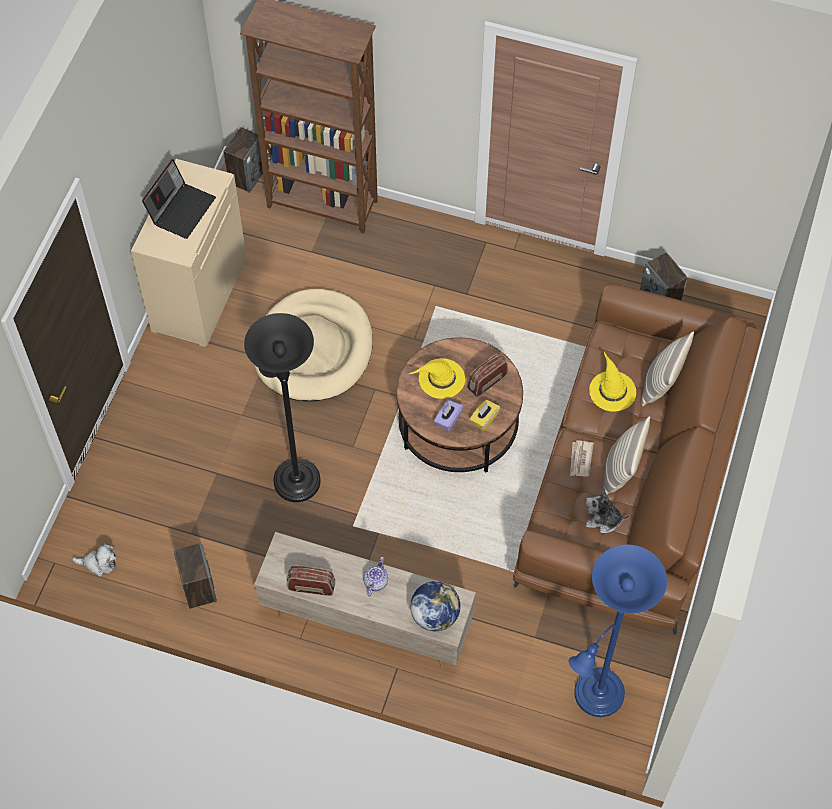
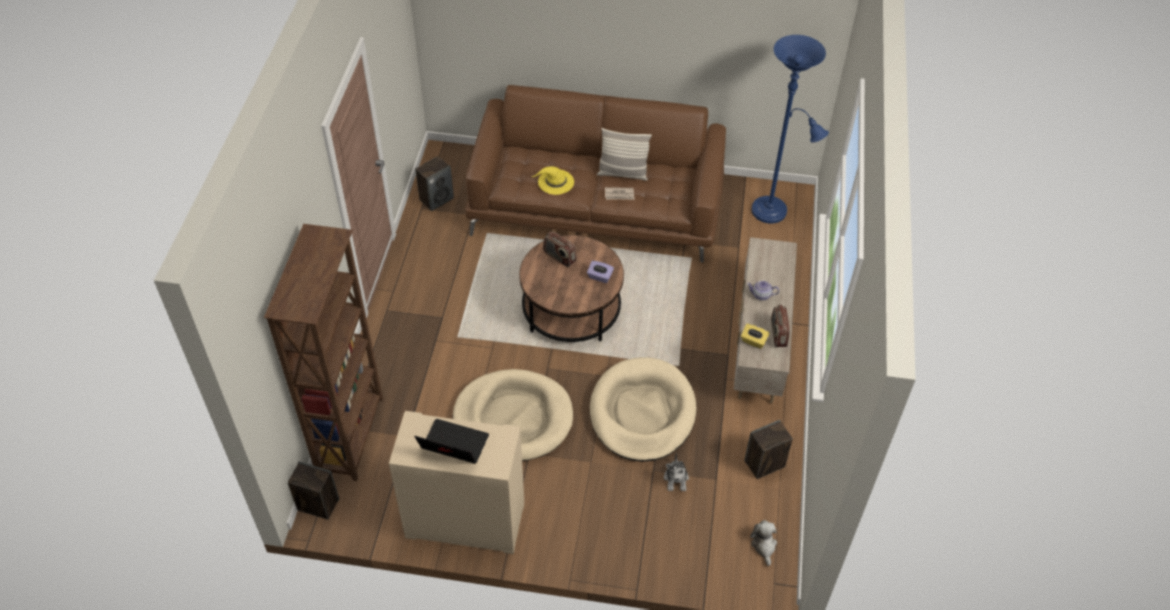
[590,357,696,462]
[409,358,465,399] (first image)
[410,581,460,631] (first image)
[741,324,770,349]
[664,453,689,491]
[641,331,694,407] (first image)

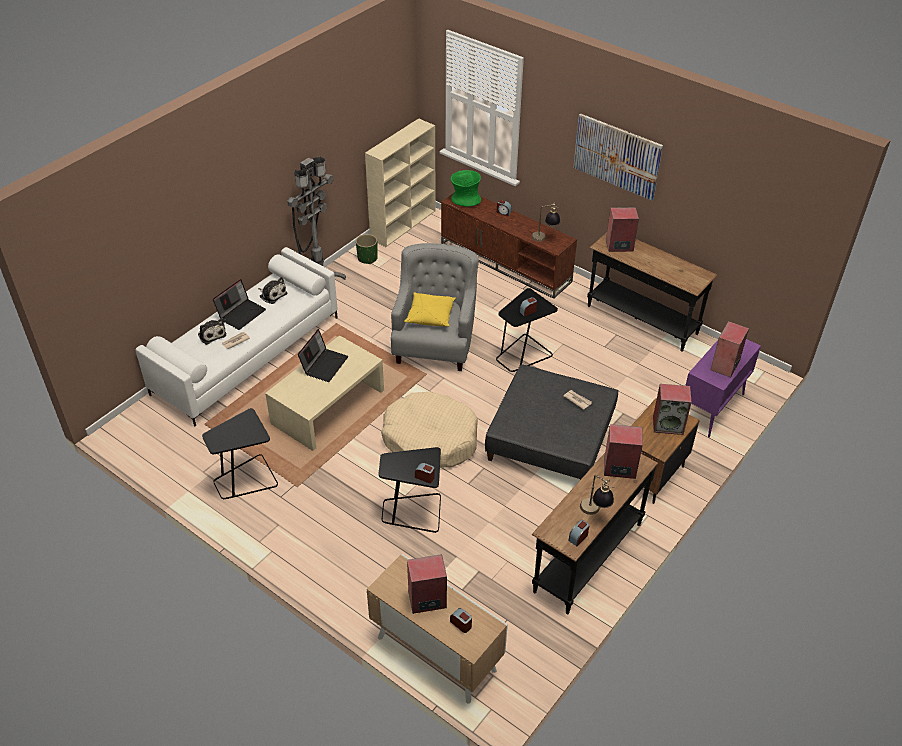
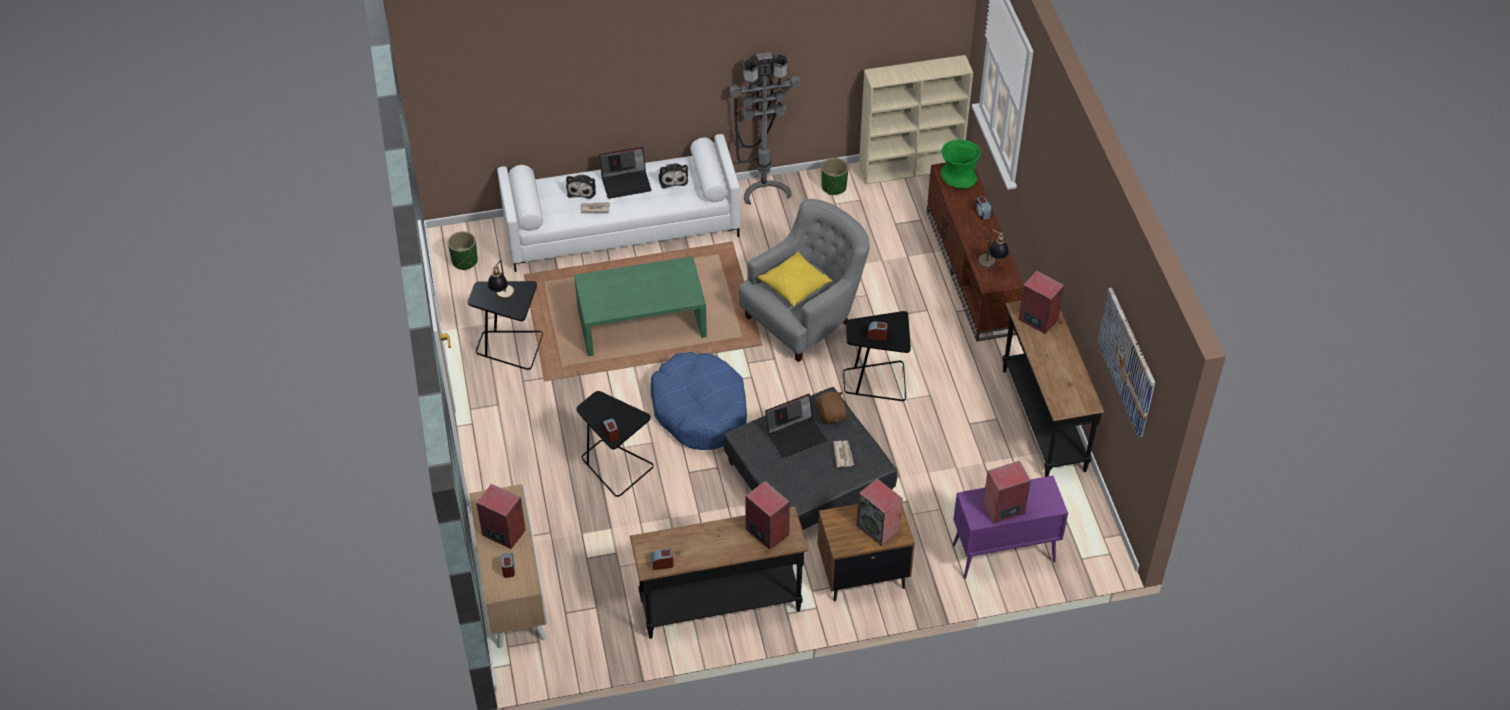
[574,256,707,356]
[765,394,827,457]
[651,352,747,450]
[1097,288,1155,437]
[488,260,515,300]
[448,231,478,270]
[815,391,847,424]

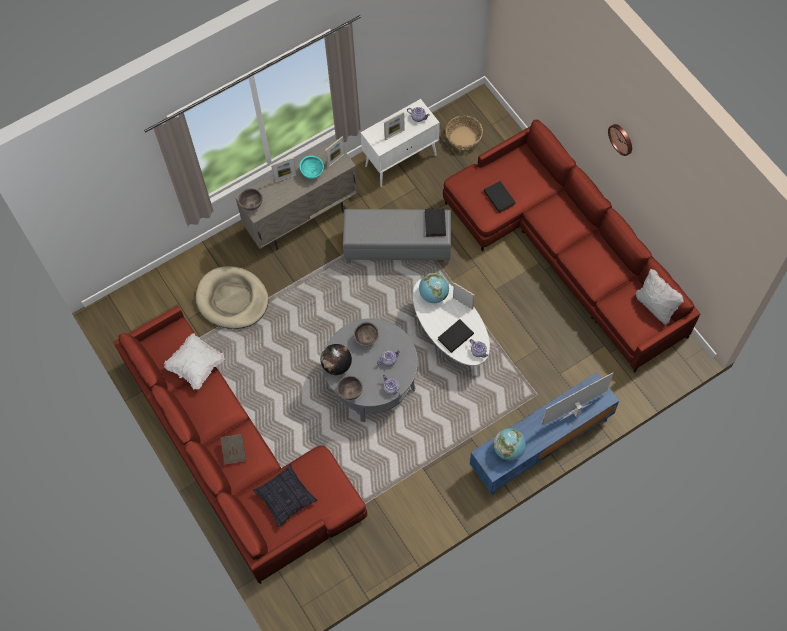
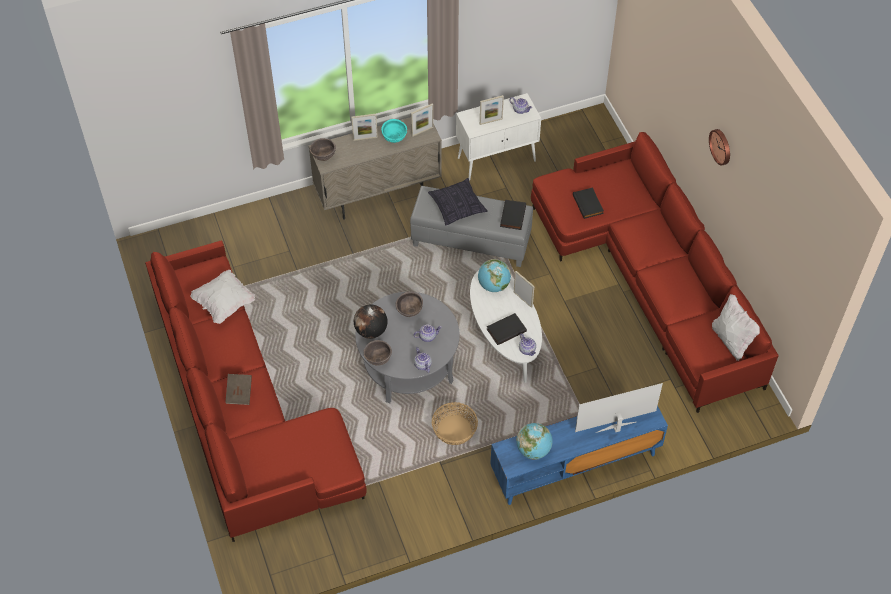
[196,266,269,329] (first image)
[428,178,488,225]
[432,402,478,445]

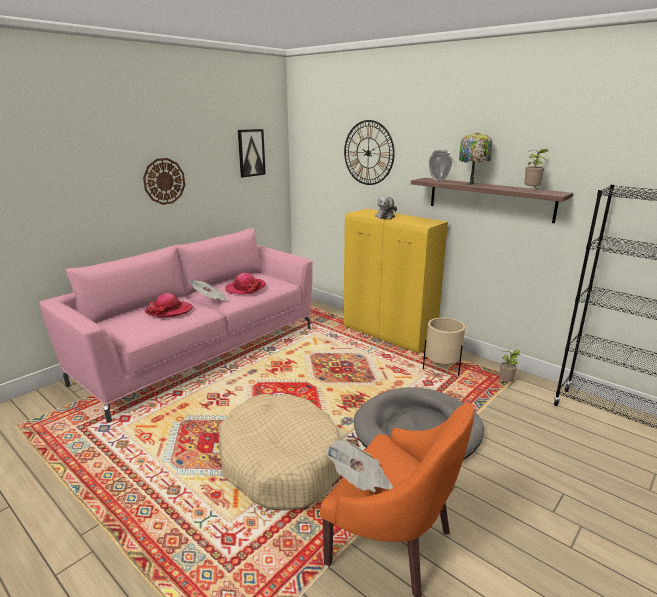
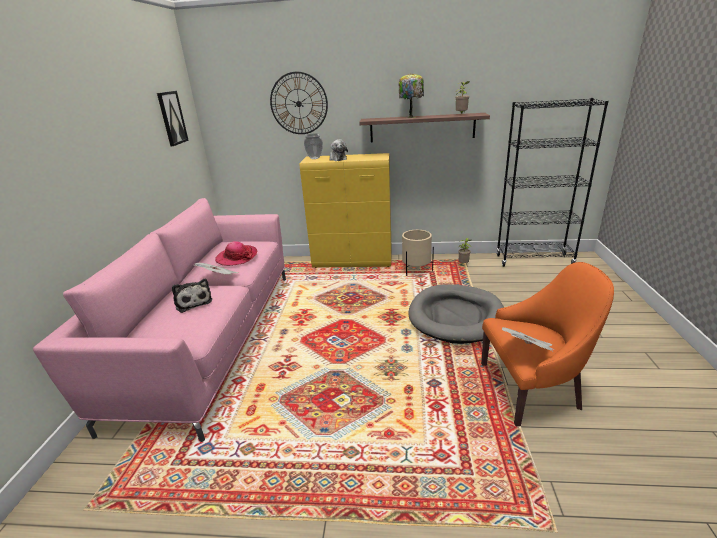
[143,158,185,205] (first image)
[172,279,213,313]
[219,394,341,510] (first image)
[304,134,323,159]

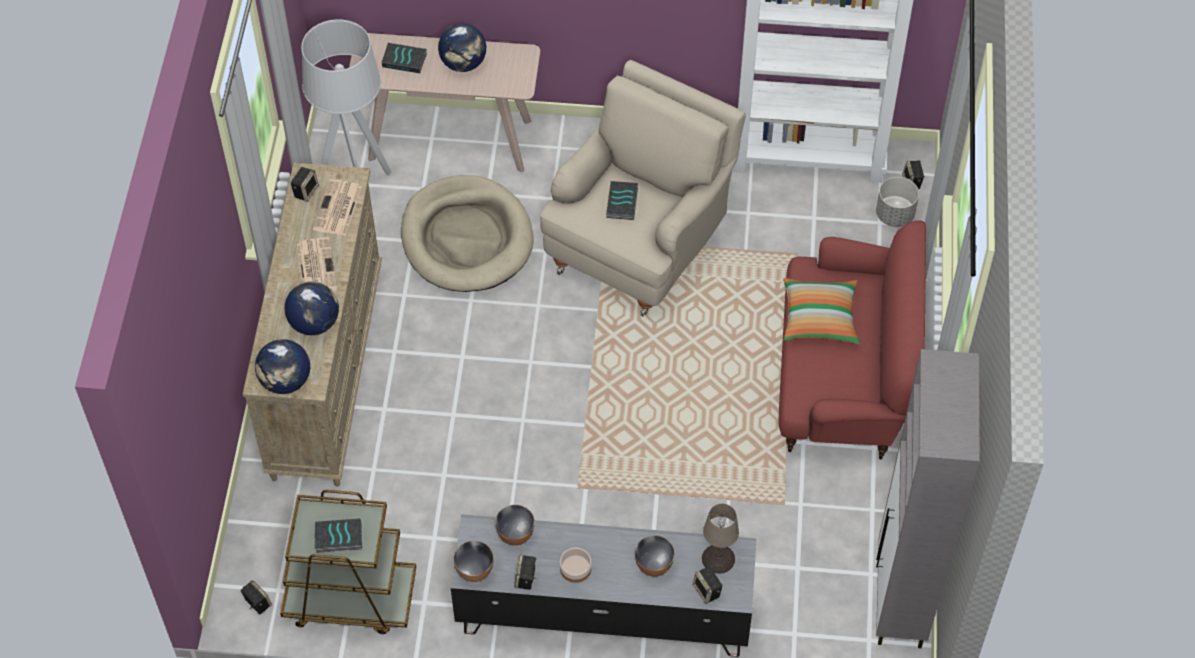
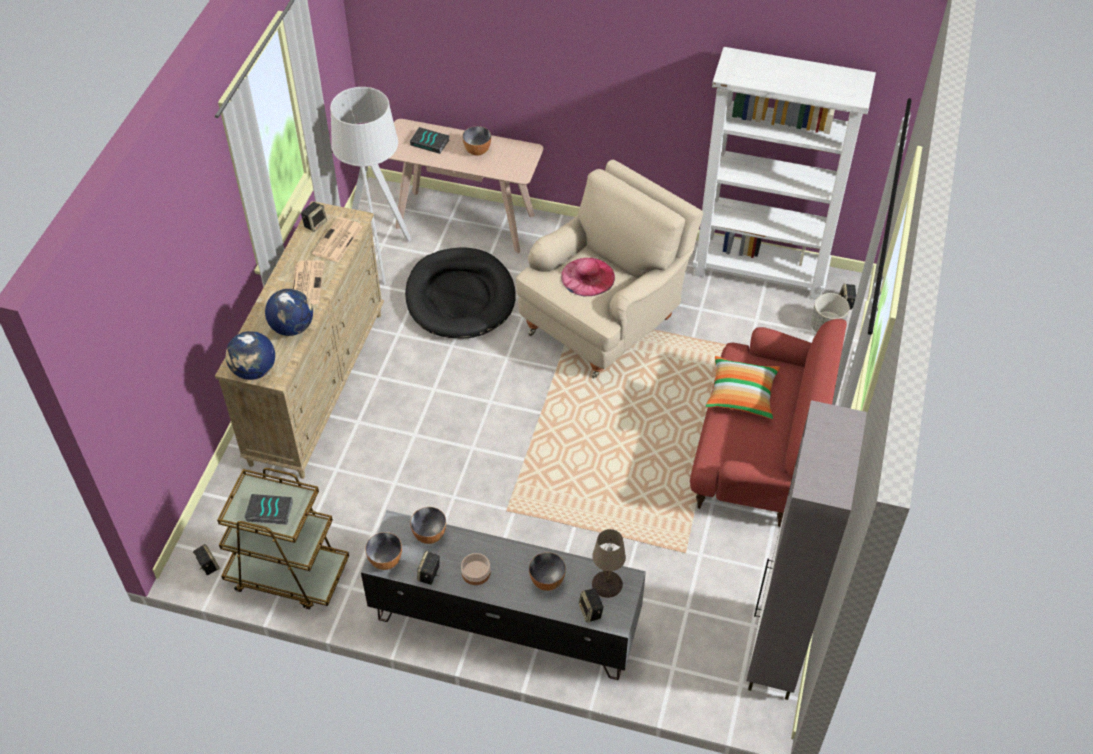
[405,248,516,339]
[462,126,491,156]
[561,258,615,297]

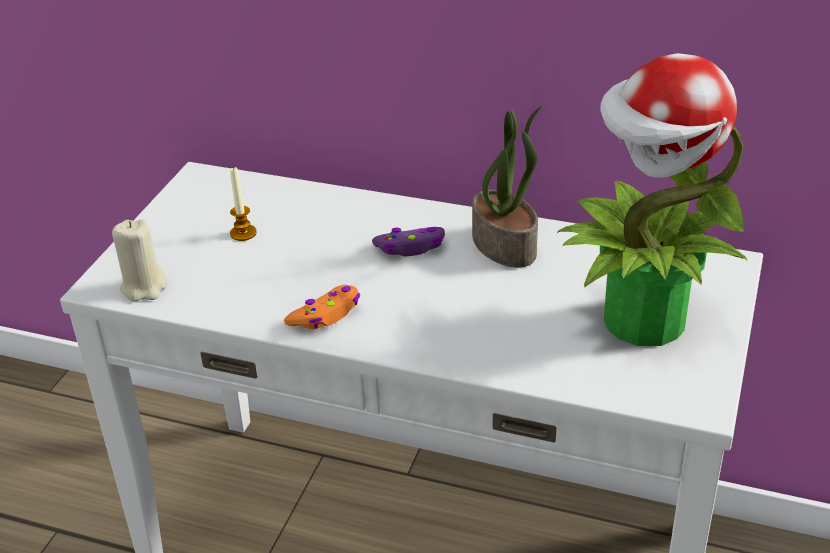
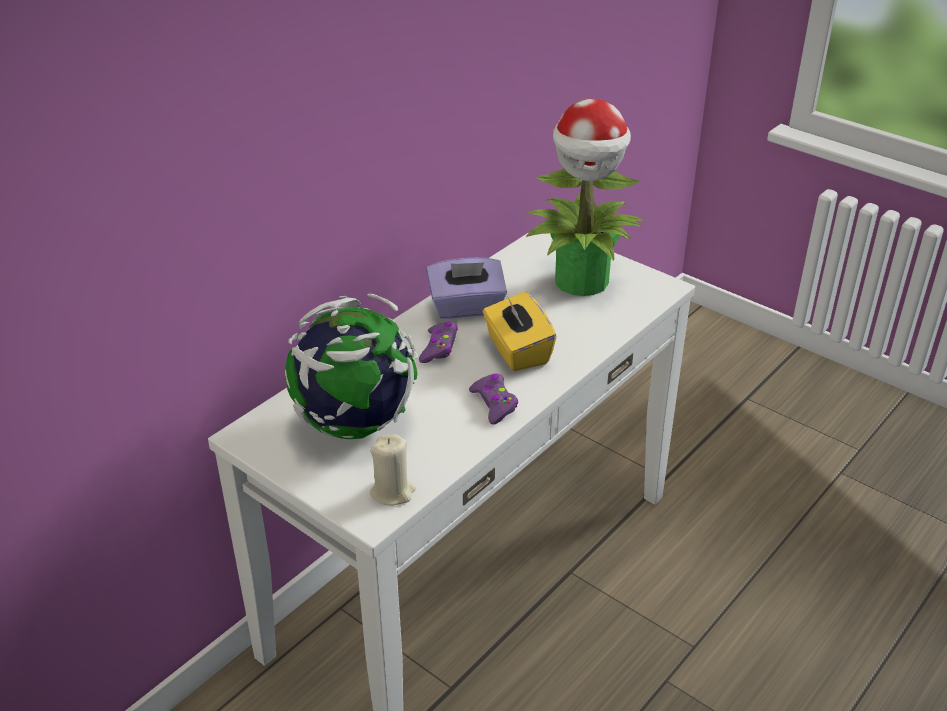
[285,294,418,439]
[469,374,518,425]
[426,258,507,319]
[483,292,557,371]

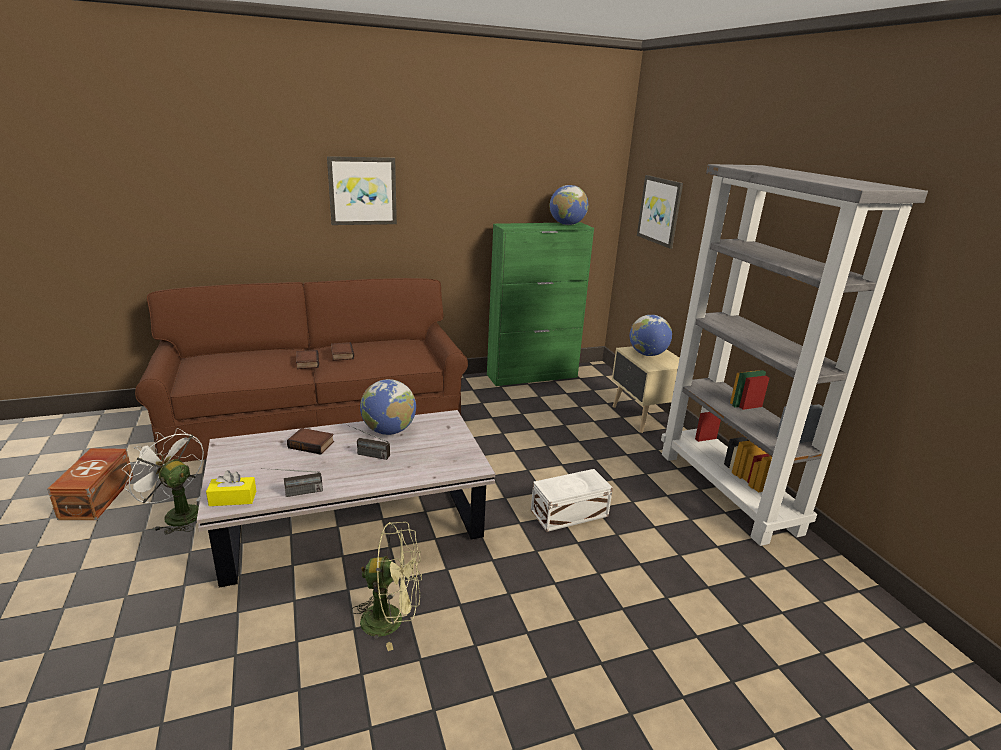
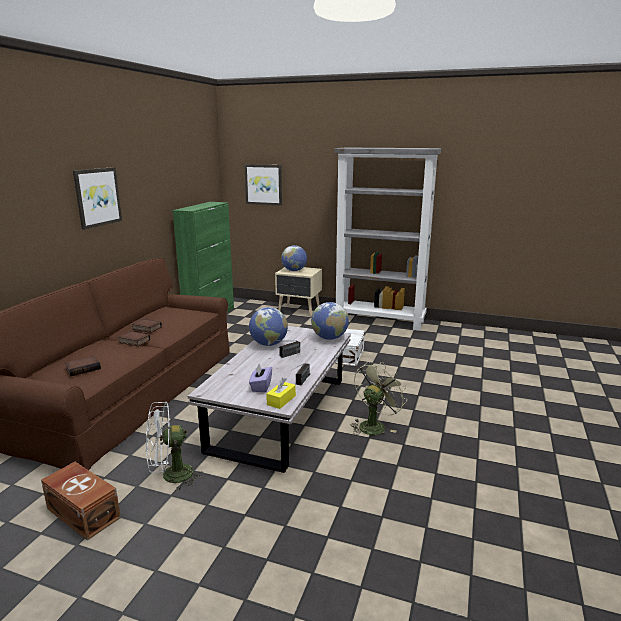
[65,356,101,376]
[311,302,349,340]
[249,364,272,392]

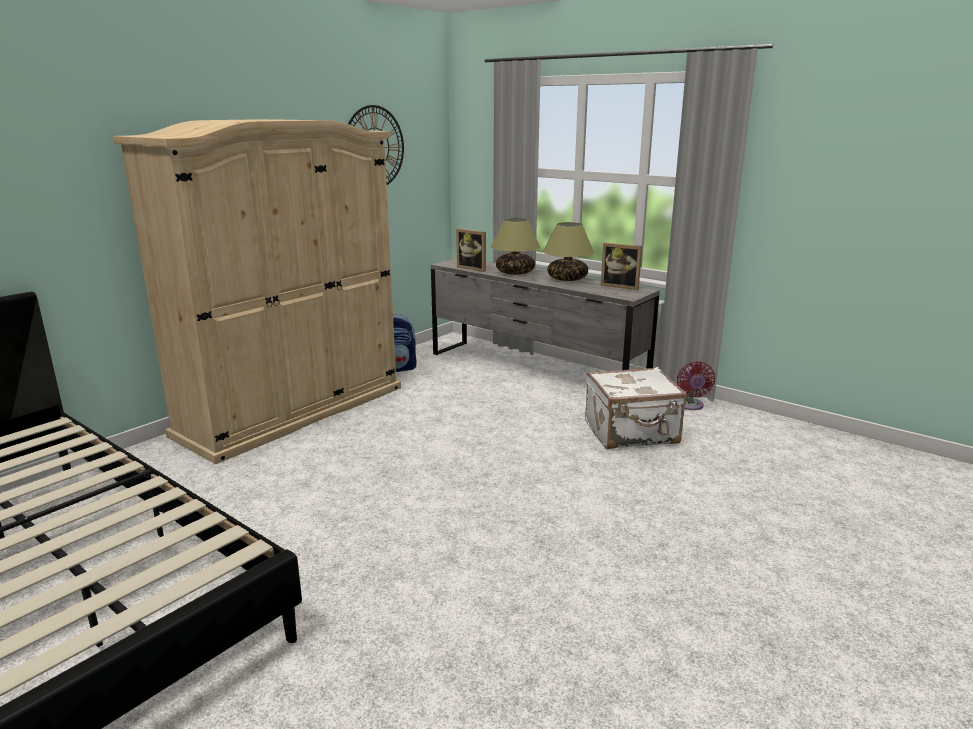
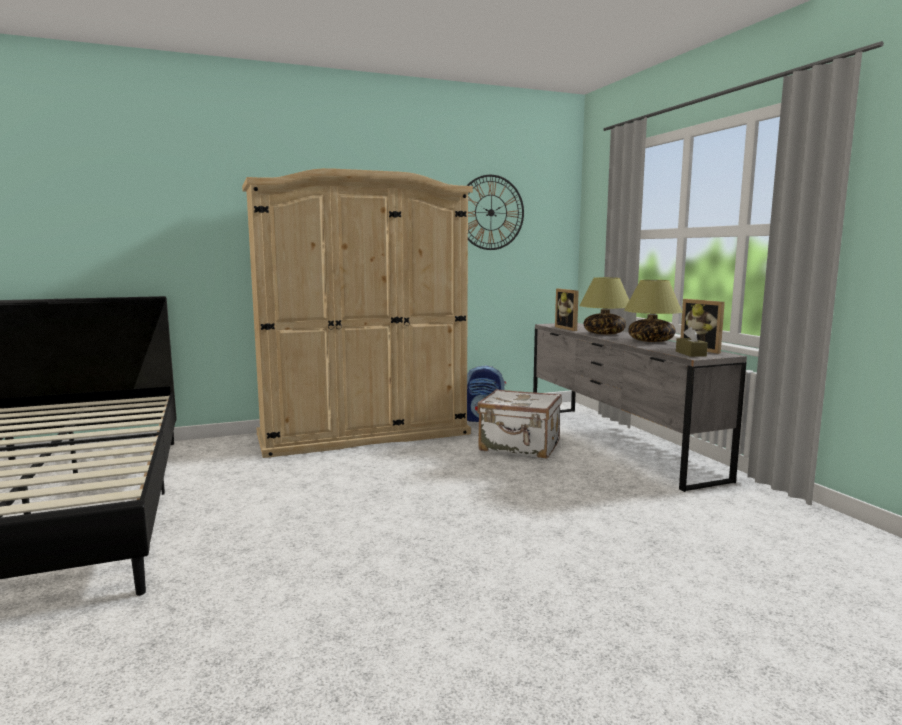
[477,389,562,459]
[677,362,715,410] (first image)
[676,327,708,357]

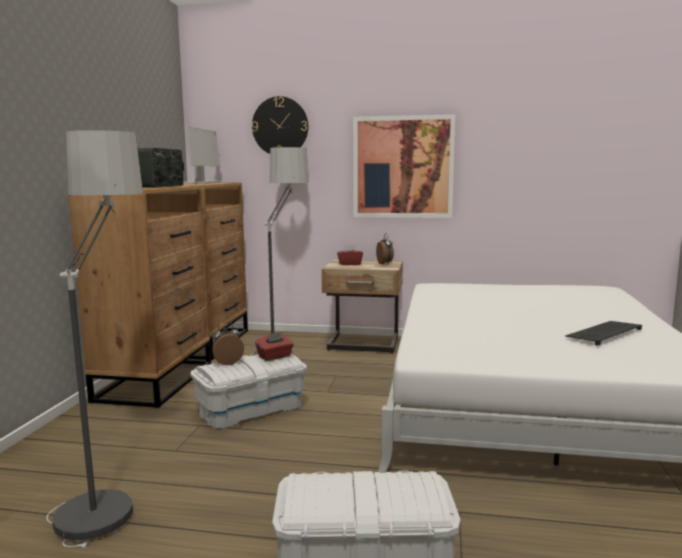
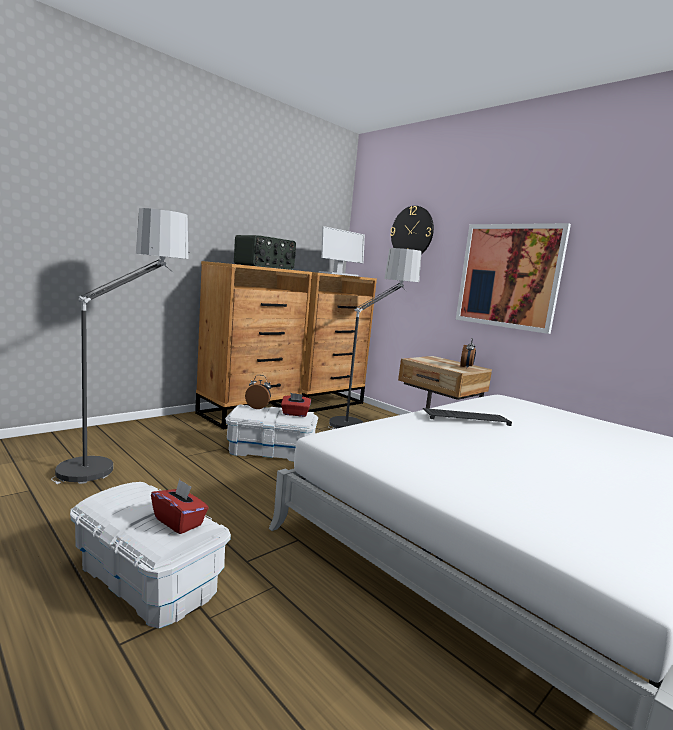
[151,479,209,534]
[423,408,512,426]

